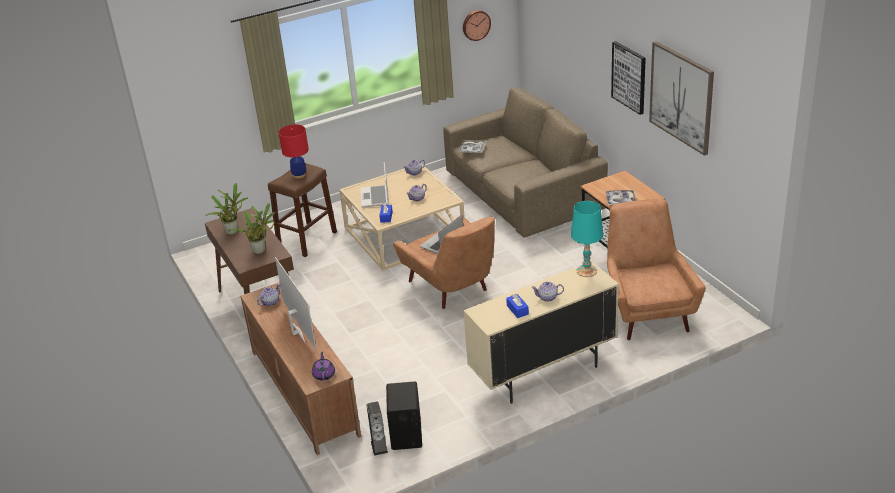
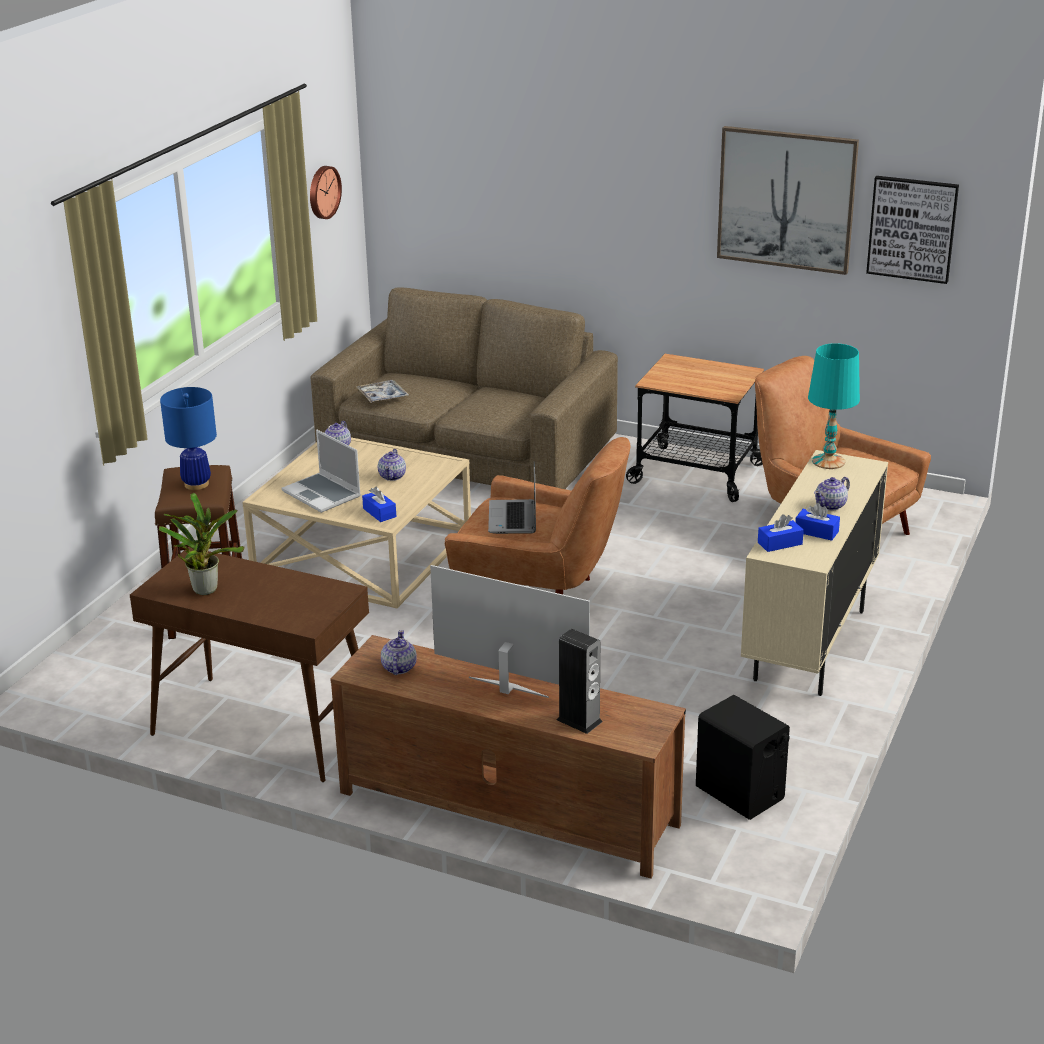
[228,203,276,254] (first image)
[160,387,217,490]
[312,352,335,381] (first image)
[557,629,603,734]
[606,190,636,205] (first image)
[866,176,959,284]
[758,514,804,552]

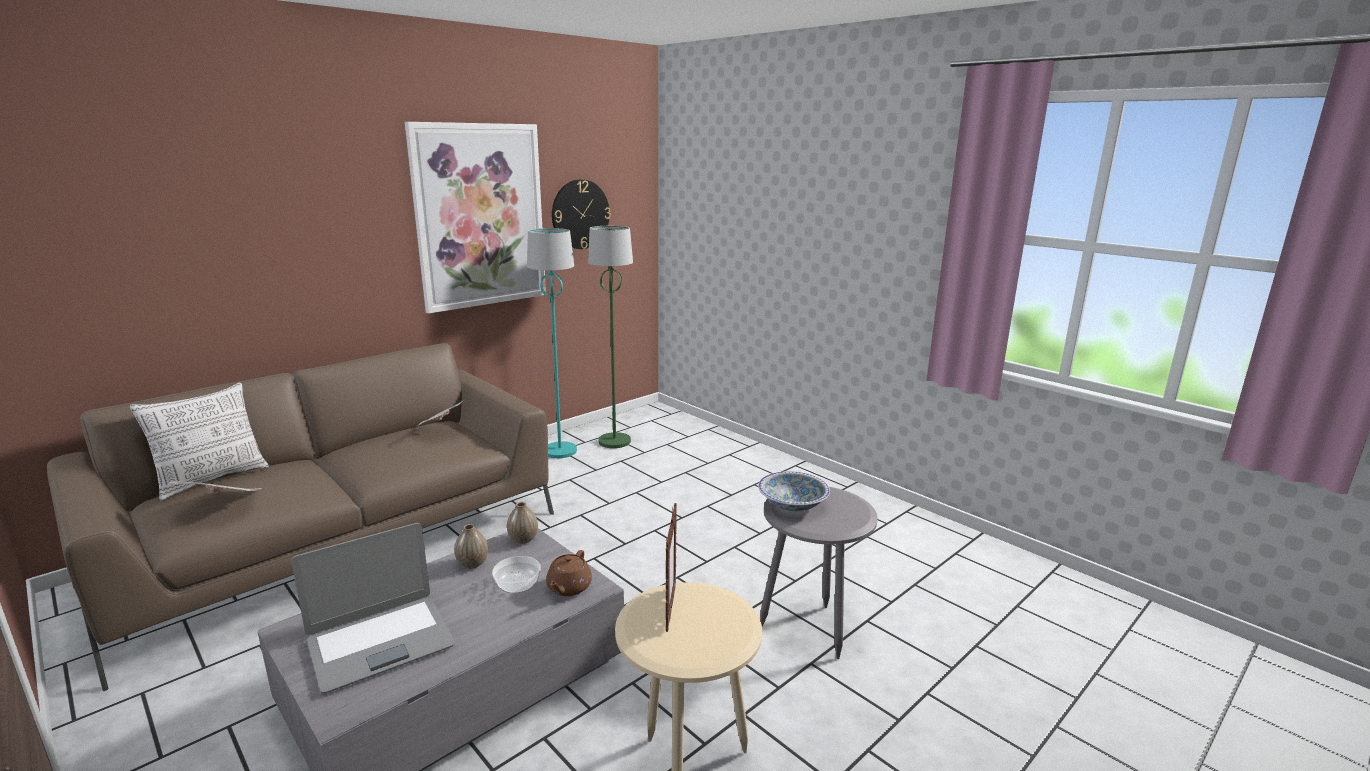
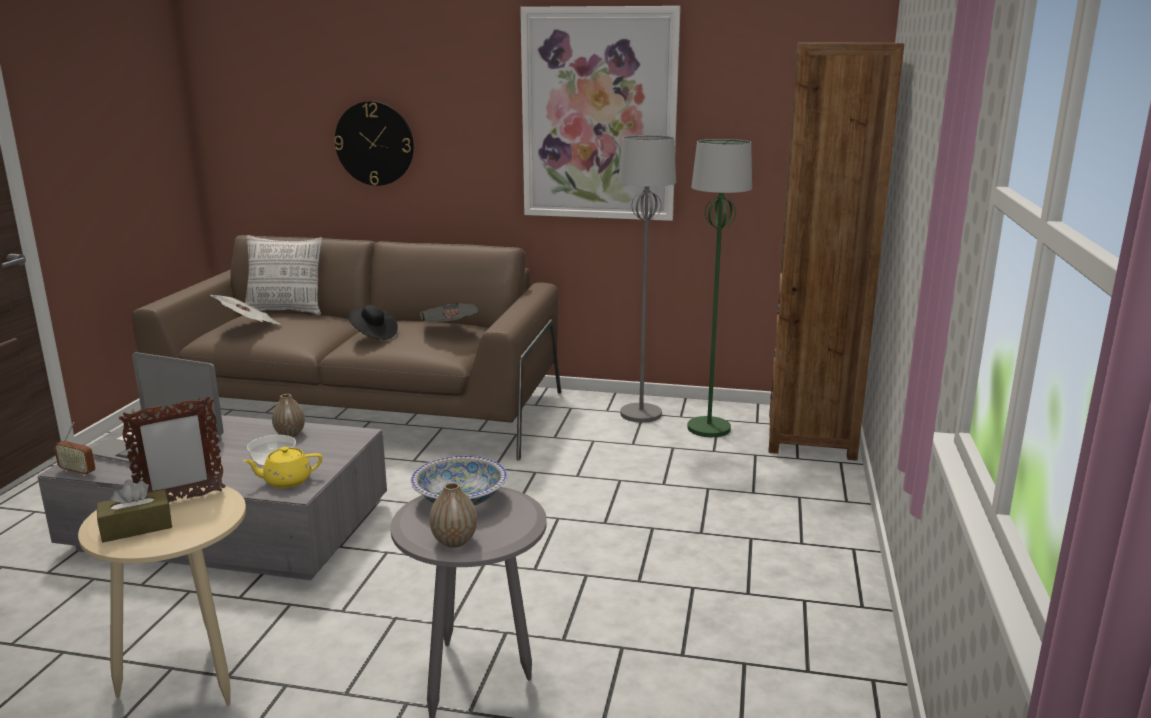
[430,482,477,548]
[618,135,676,423]
[243,447,322,488]
[334,101,414,186]
[54,422,95,476]
[97,480,172,542]
[349,305,398,340]
[769,43,904,461]

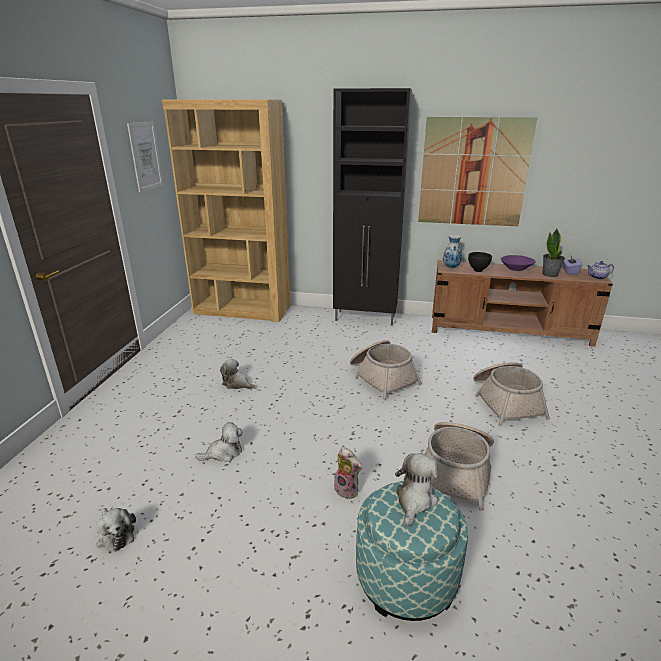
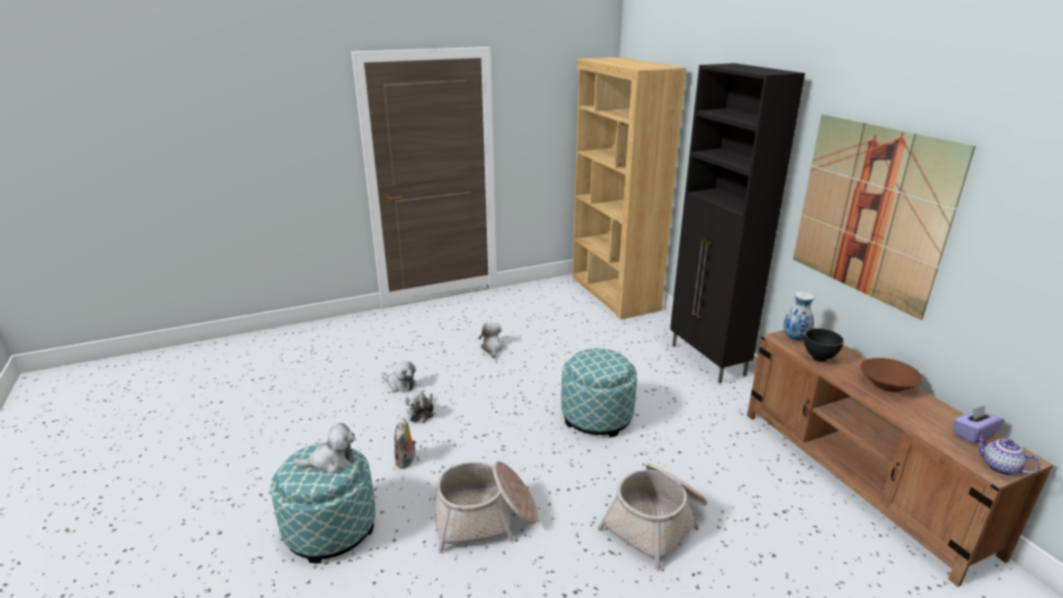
[405,391,434,423]
[127,122,163,192] (first image)
[561,348,637,438]
[860,358,923,392]
[542,229,565,277] (first image)

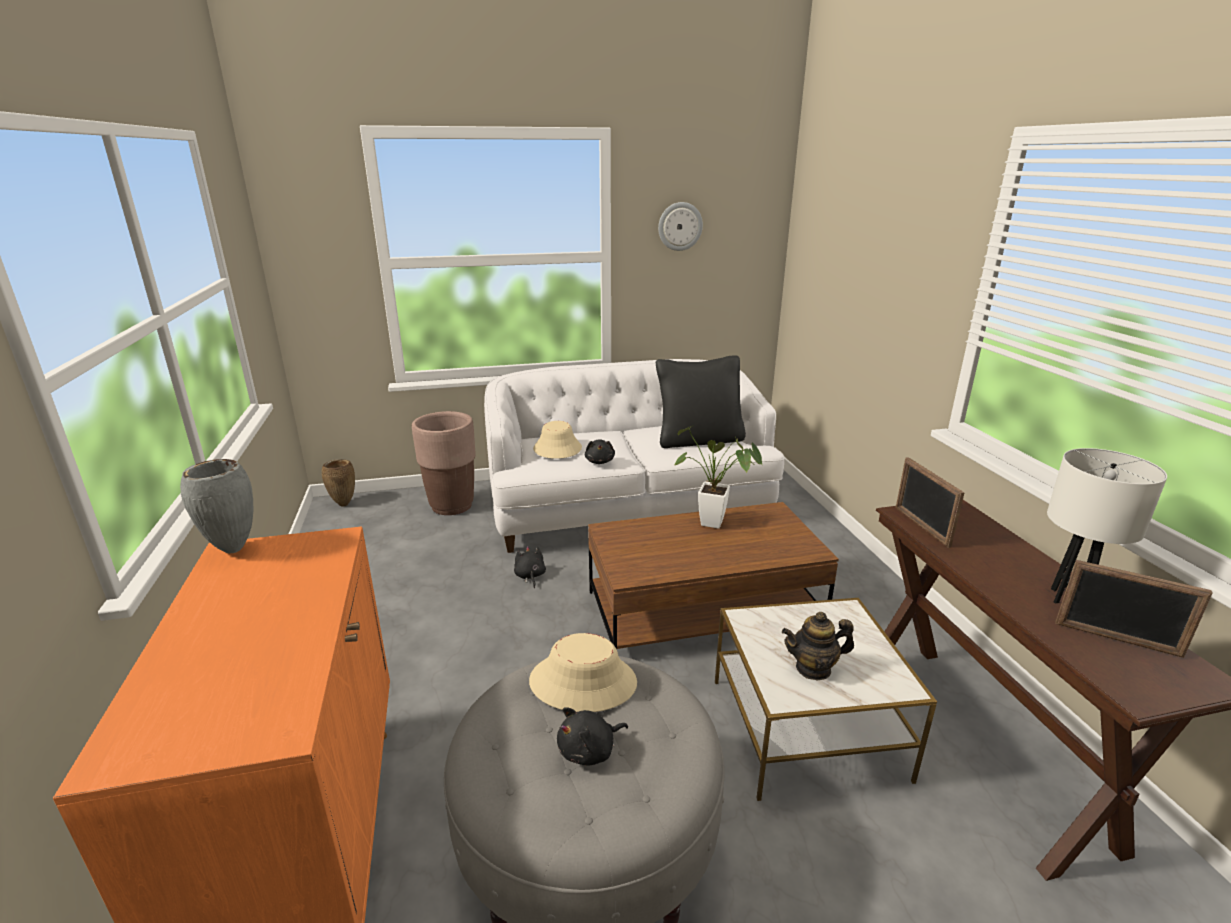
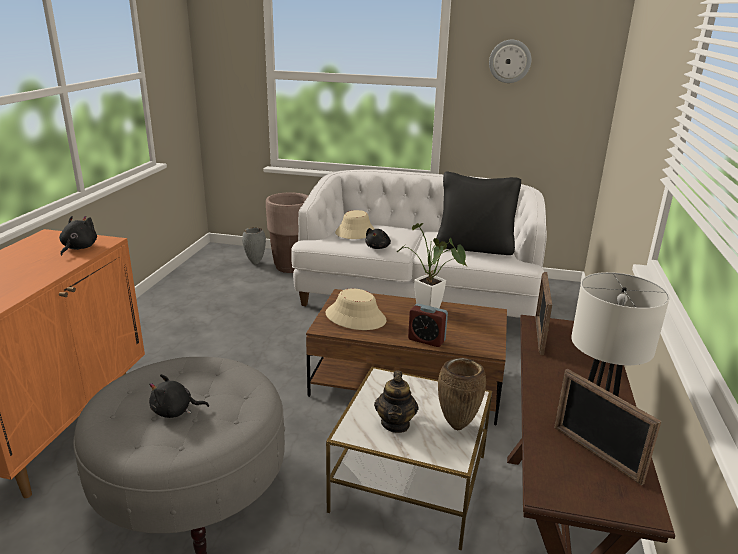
[242,227,266,264]
[438,358,486,430]
[59,216,97,256]
[325,288,386,330]
[374,371,418,433]
[408,304,448,347]

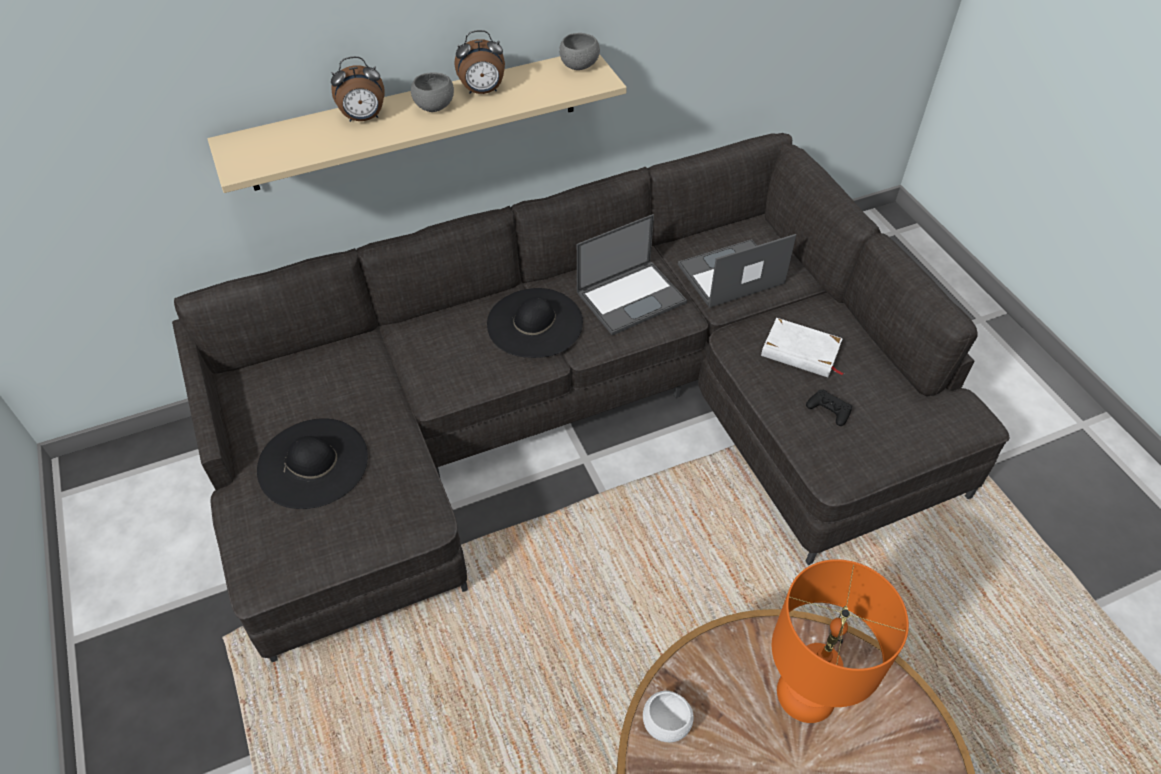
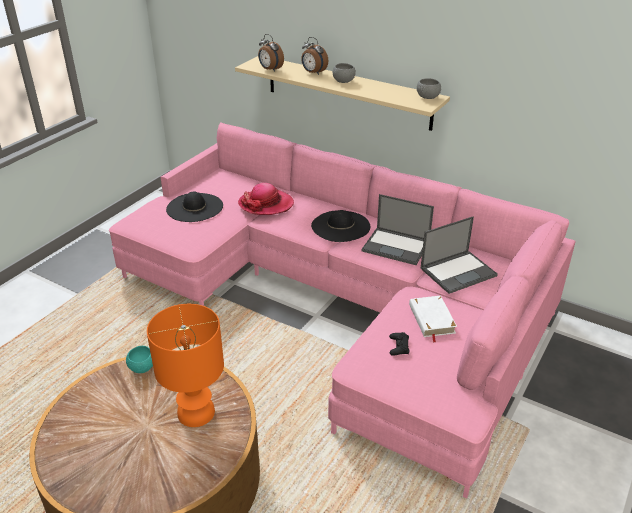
[109,122,576,499]
[258,34,284,72]
[126,346,153,373]
[420,216,498,294]
[238,183,294,215]

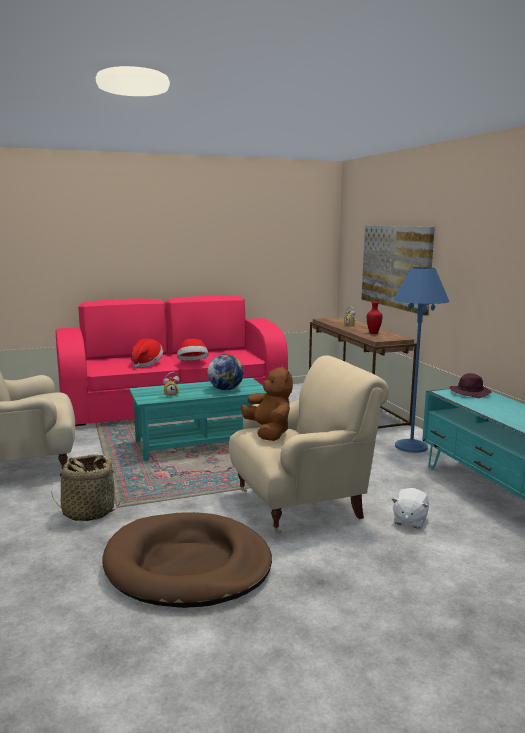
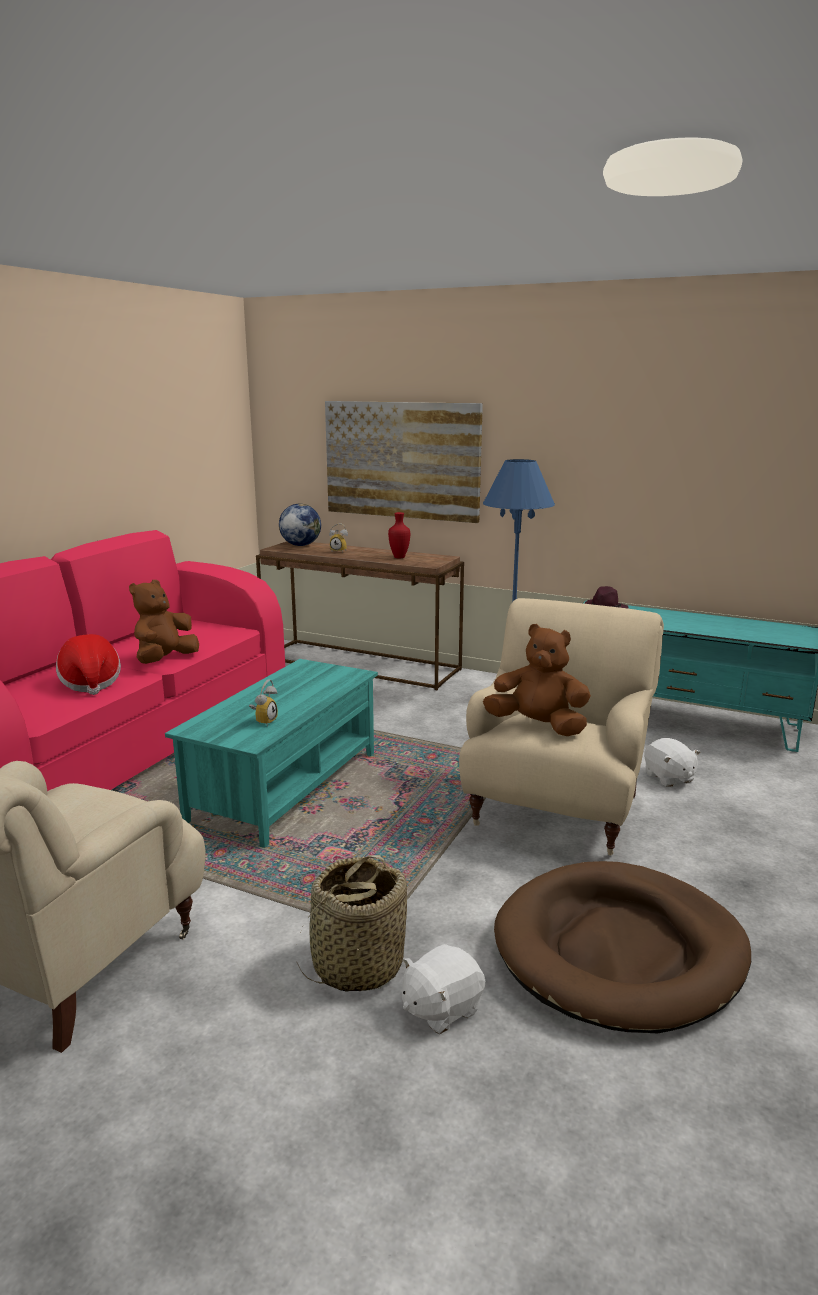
[129,580,199,664]
[279,504,321,546]
[402,944,485,1034]

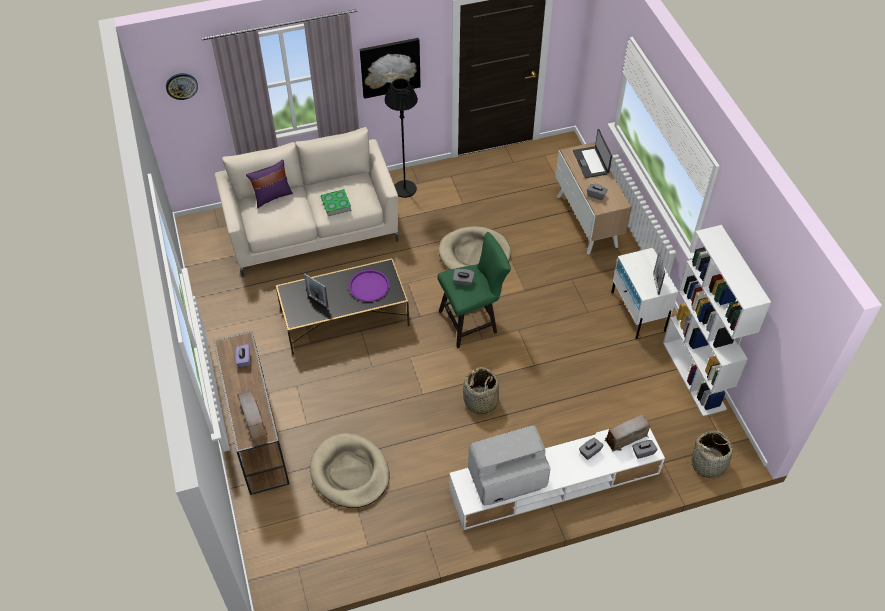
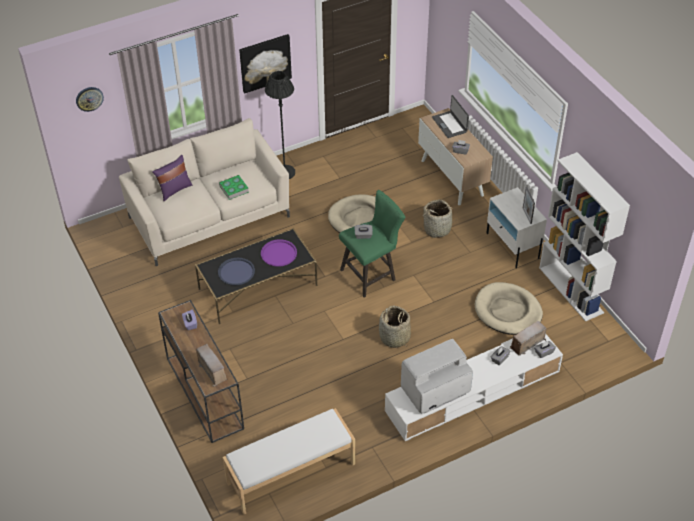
[218,258,255,286]
[475,282,543,335]
[423,199,455,238]
[223,408,355,515]

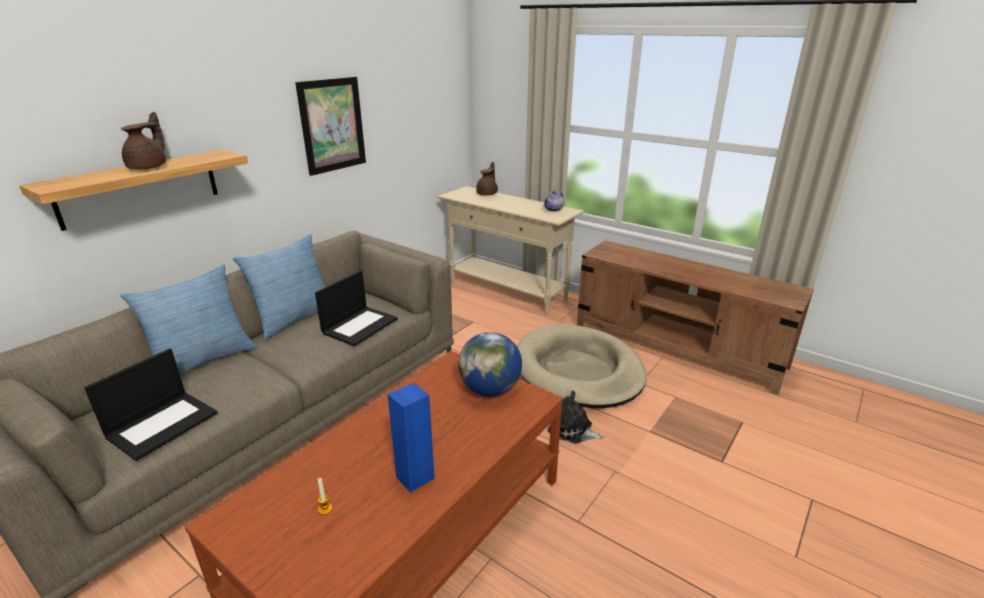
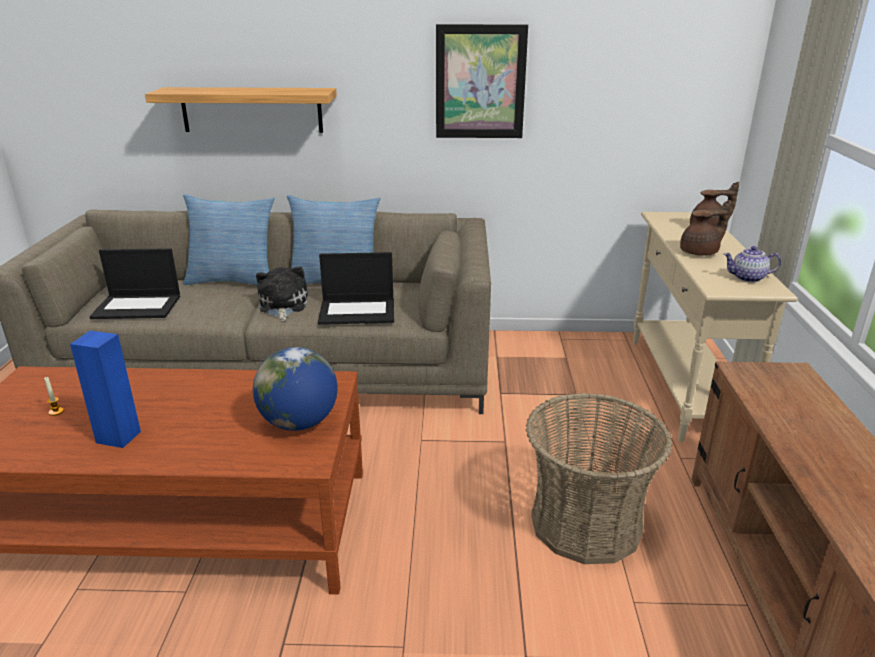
[680,200,731,256]
[526,393,672,564]
[256,266,308,321]

